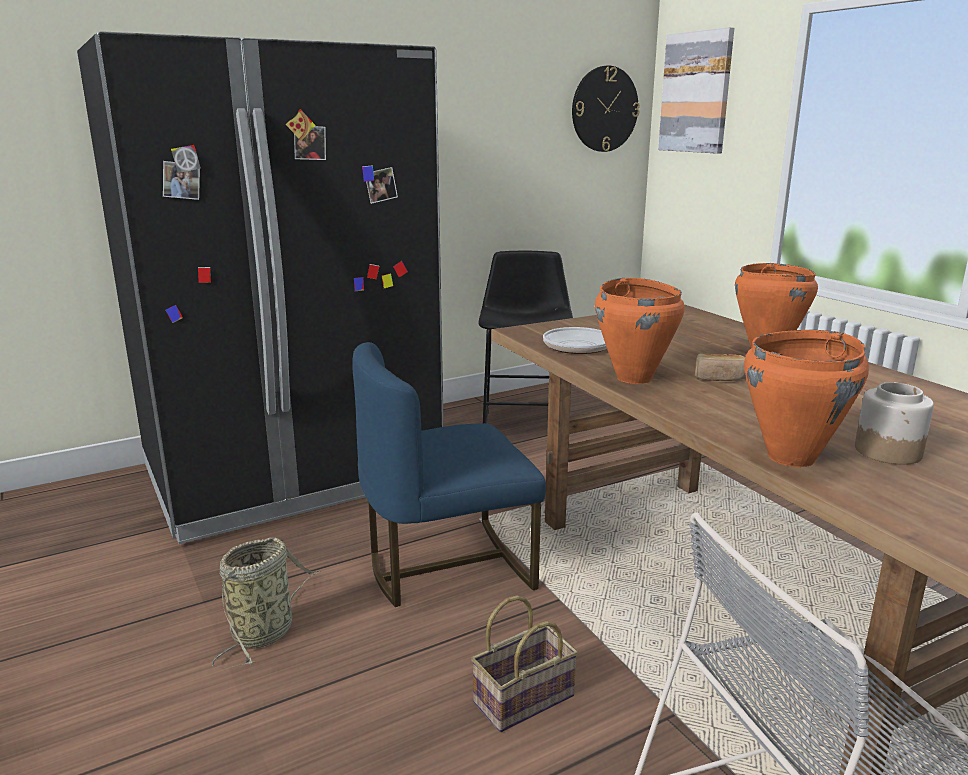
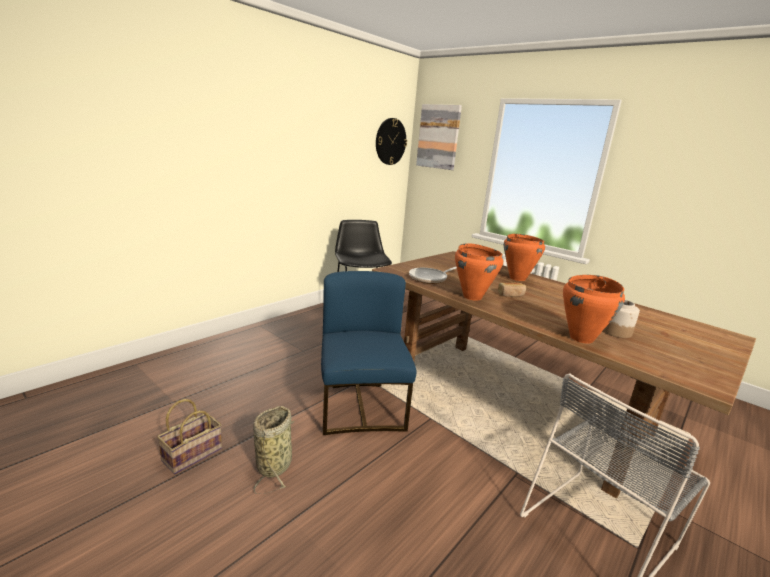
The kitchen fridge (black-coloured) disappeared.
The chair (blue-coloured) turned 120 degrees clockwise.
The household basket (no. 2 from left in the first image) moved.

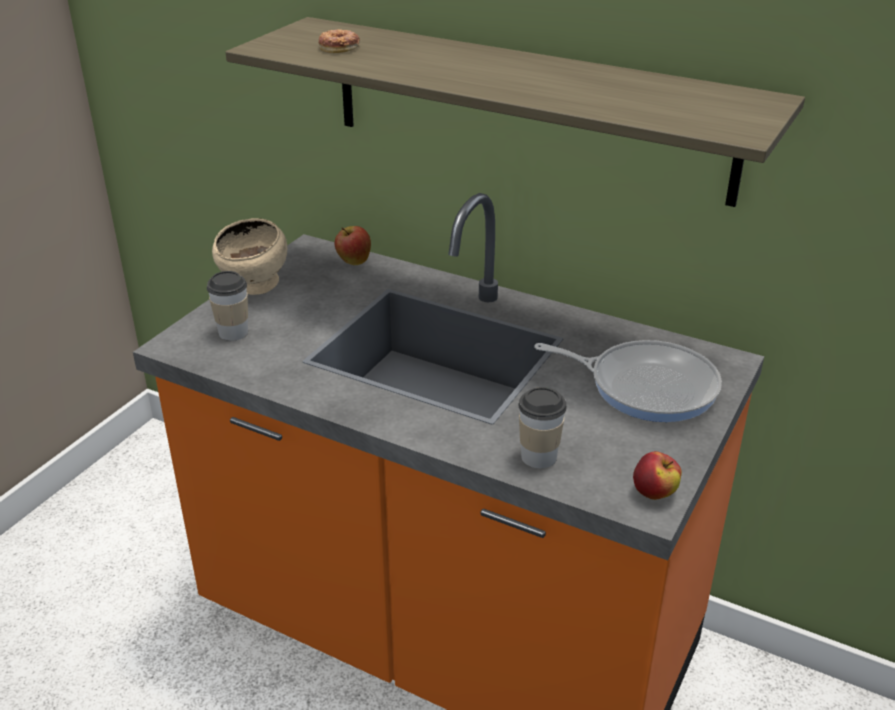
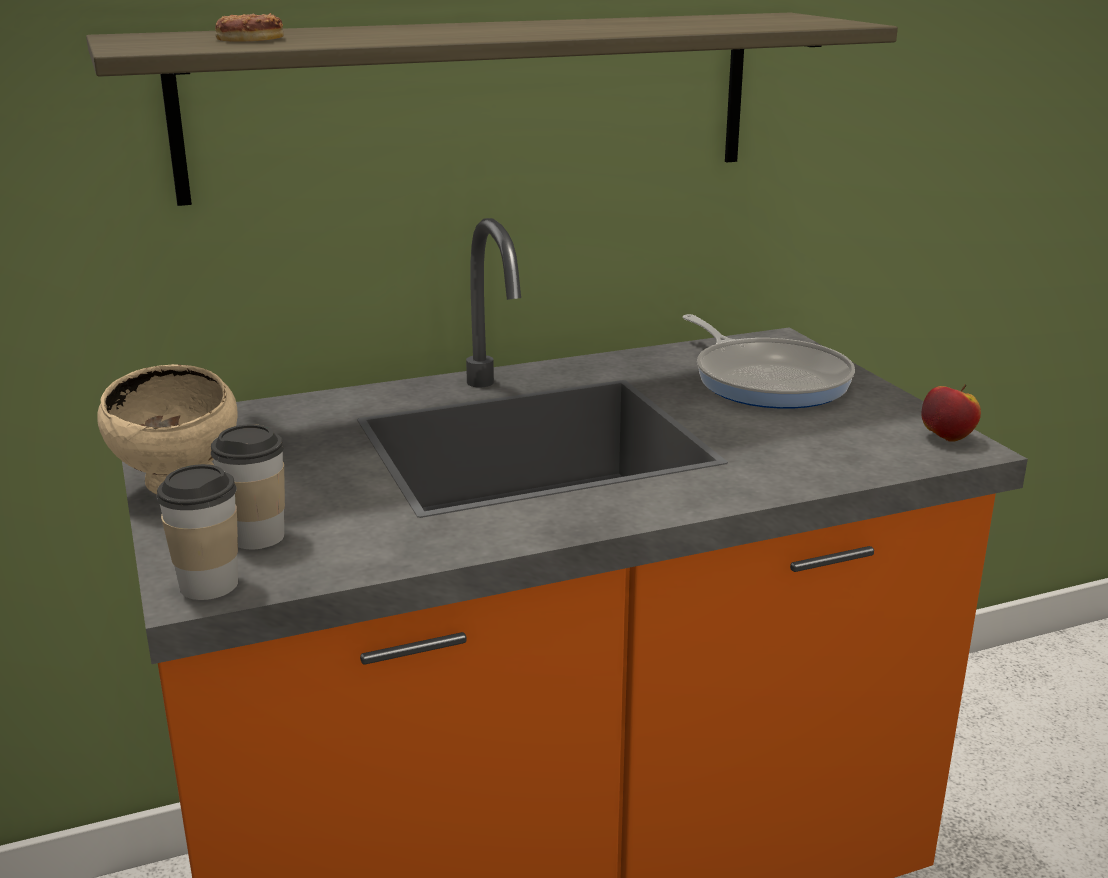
The whole apple (no. 1 from left) disappeared.
The cup (no. 2 from left in the first image) moved.
The skillet turned 90 degrees clockwise.

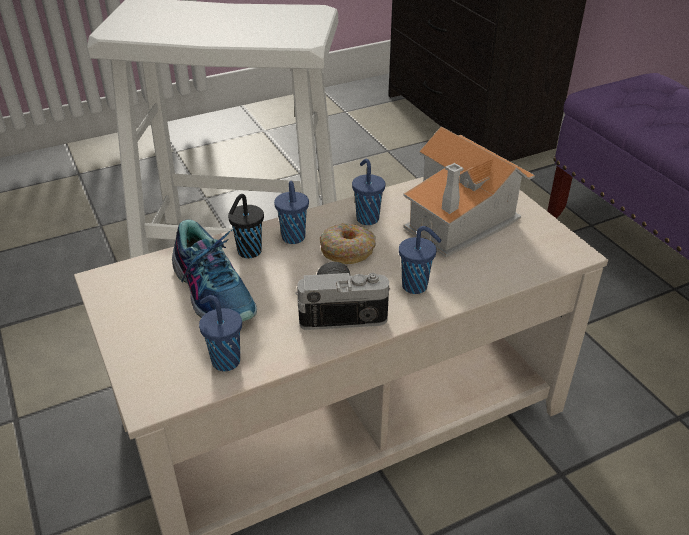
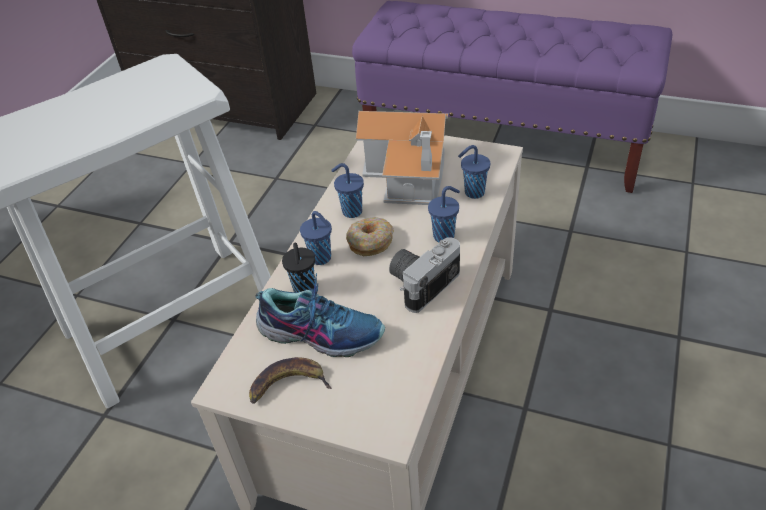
The cup (blue-coloured) (no. 1 from left in the first image) moved.
The banana fruit appeared.

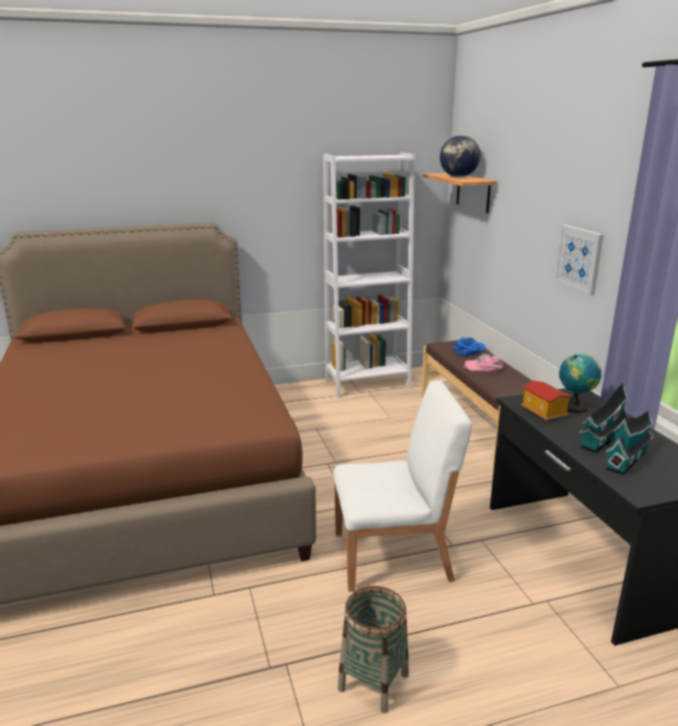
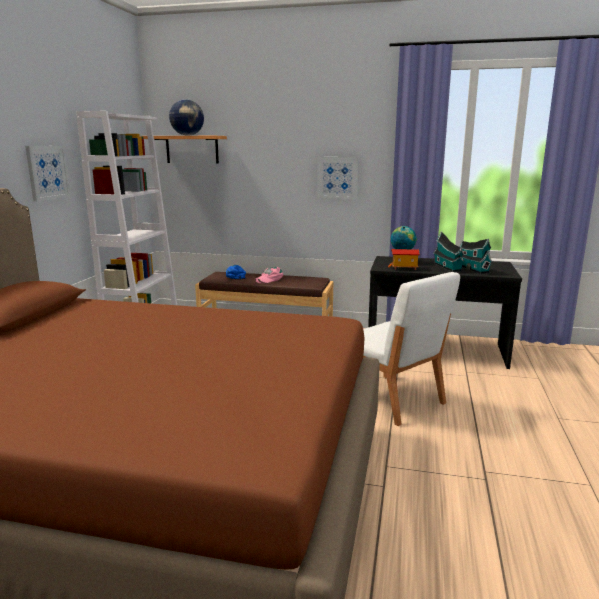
The chair (white-coloured) turned 120 degrees clockwise.
The household basket disappeared.
The wall art (no. 1 from left) appeared.

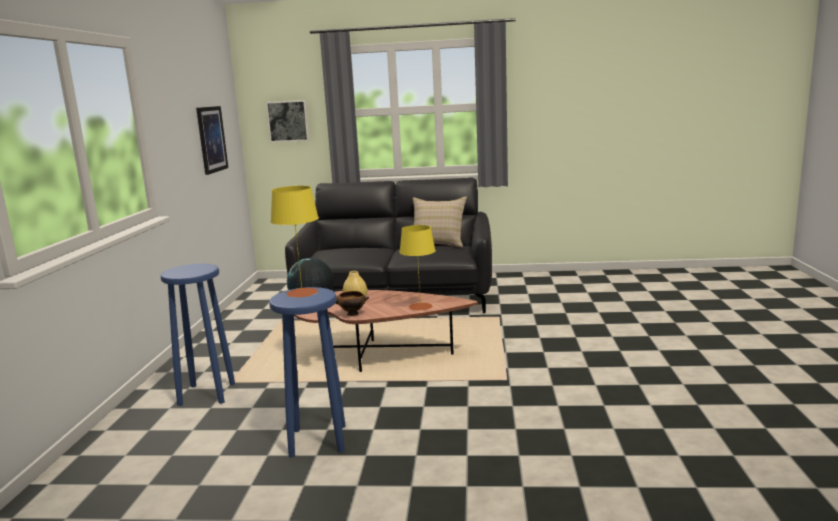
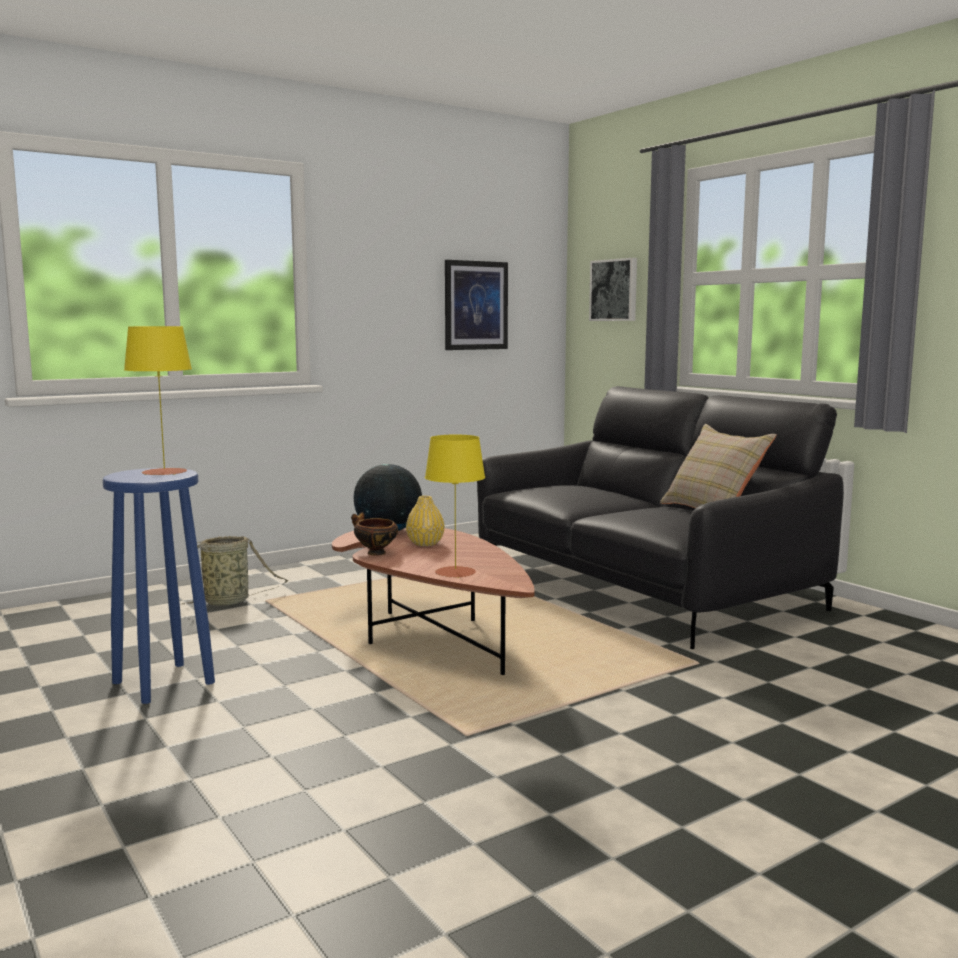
The sitting stool (blue-coloured) (no. 1 from left) was replaced by the household basket.

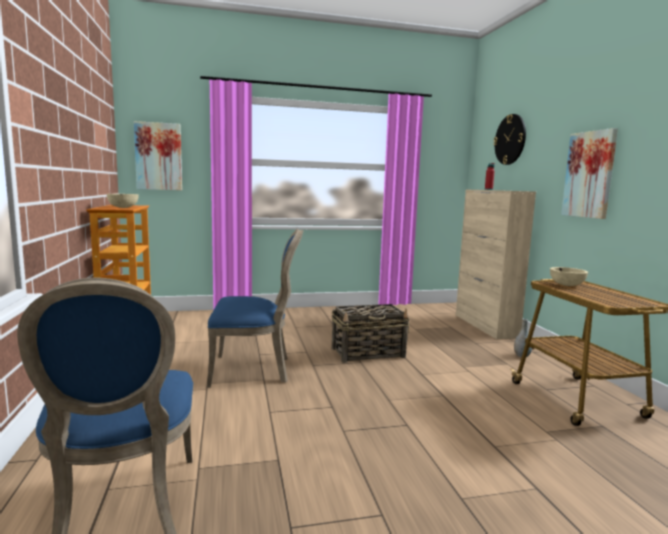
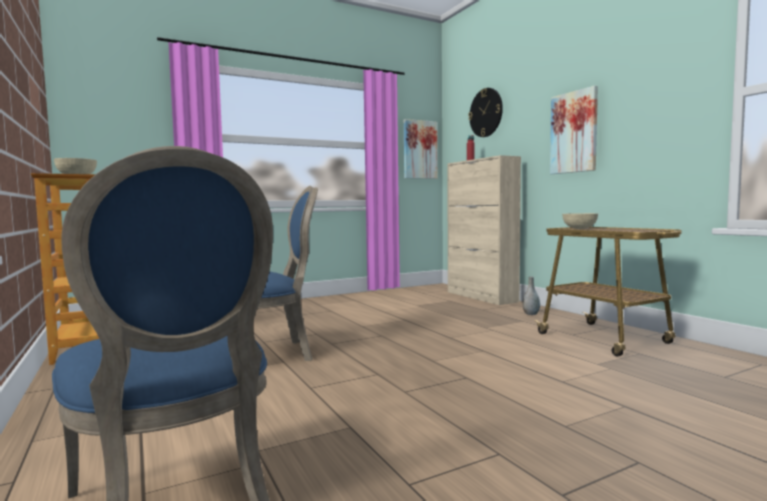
The wall art (no. 1 from left) moved.
The household basket disappeared.

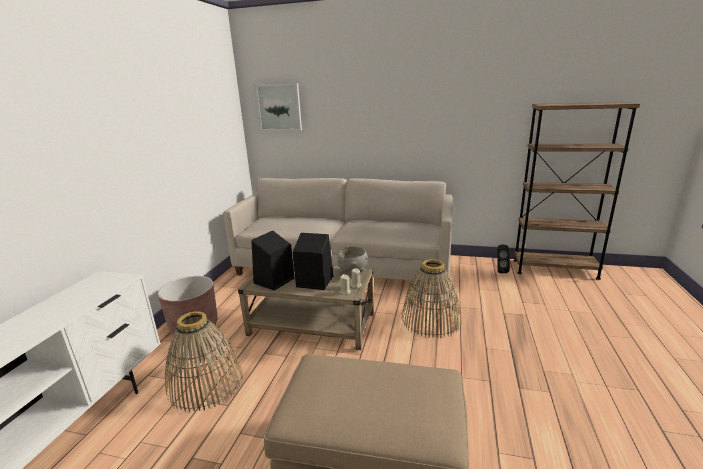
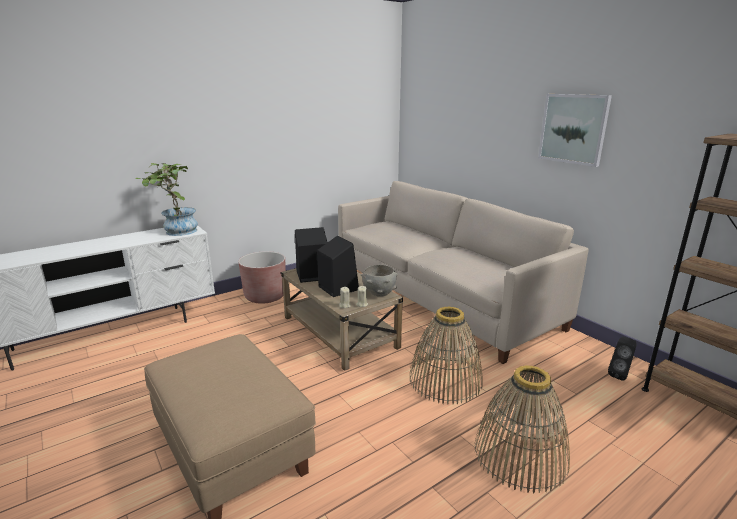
The household basket (no. 1 from left in the first image) moved.
The wall art moved.
The plant in a pot appeared.

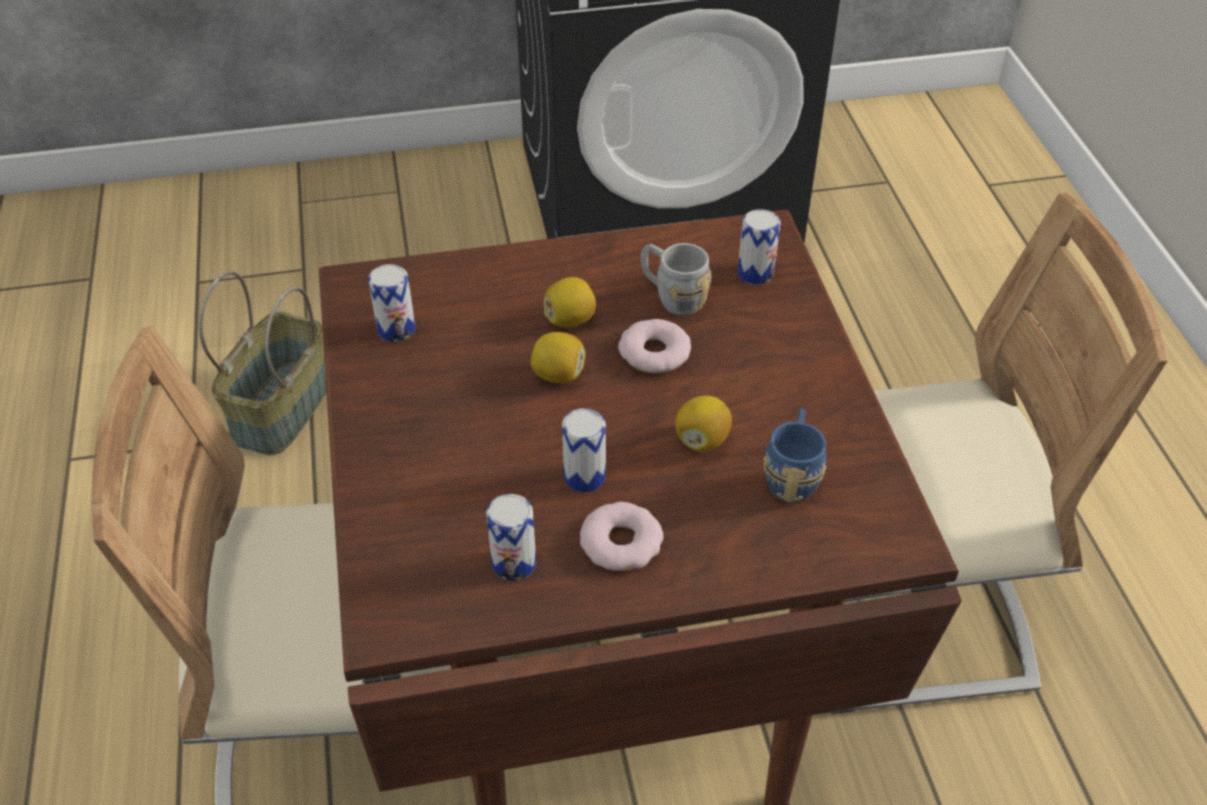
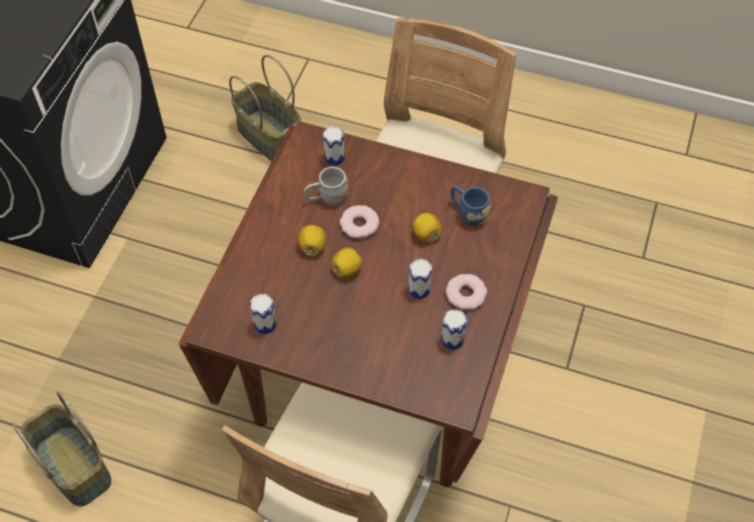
The household basket (no. 2 from left) appeared.

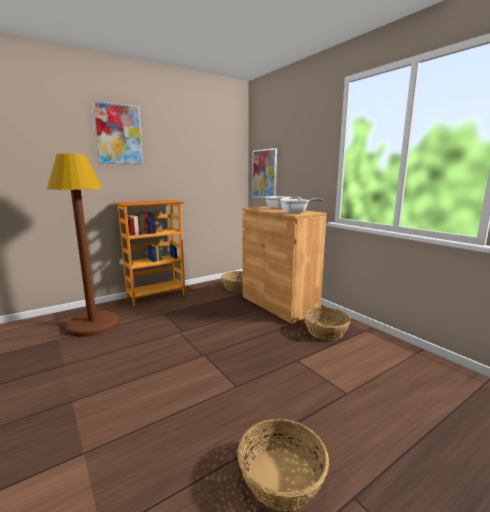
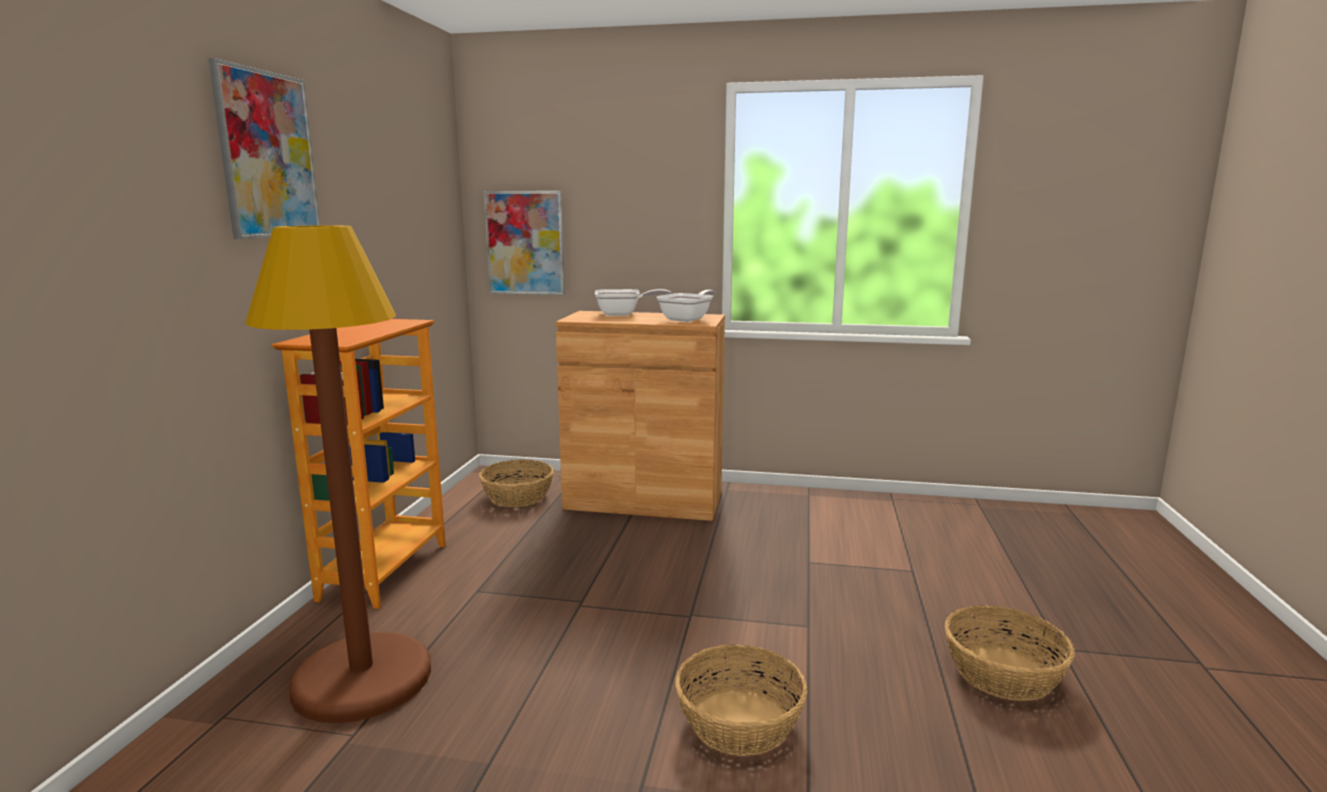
The household basket (no. 3 from left in the first image) moved.

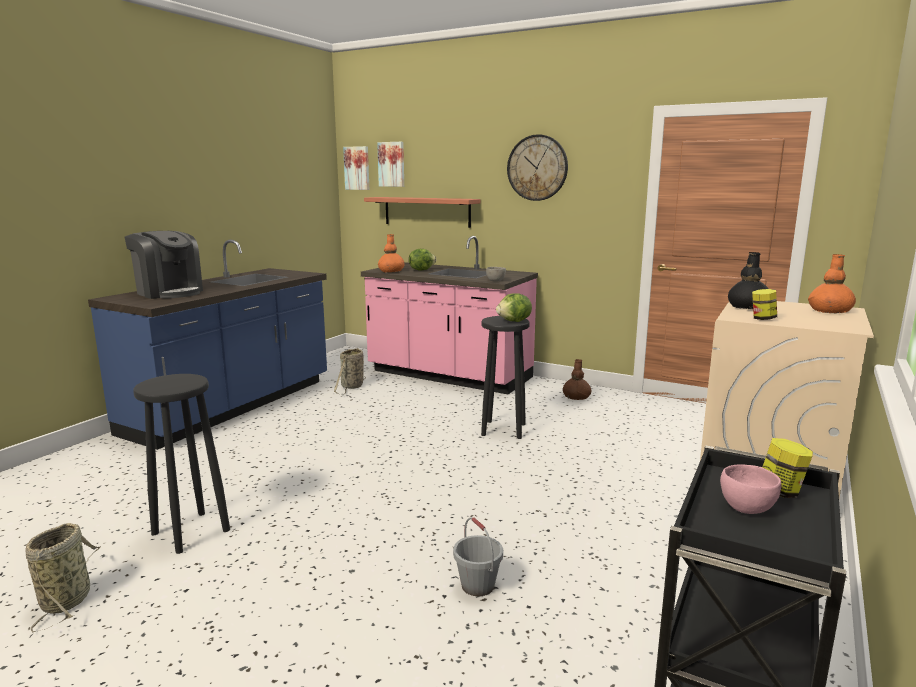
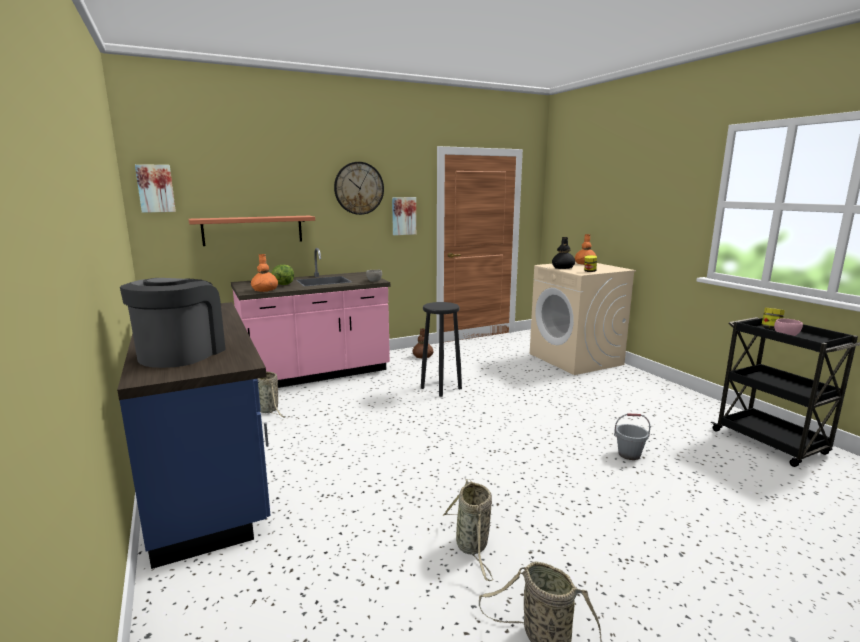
The coffee brewer turned 60 degrees counterclockwise.
The sitting stool (black-coloured) (no. 1 from left) was replaced by the household basket (no. 2 from left).
The wall art (no. 2 from left) moved.
The head of lettuce (no. 2 from left) disappeared.

